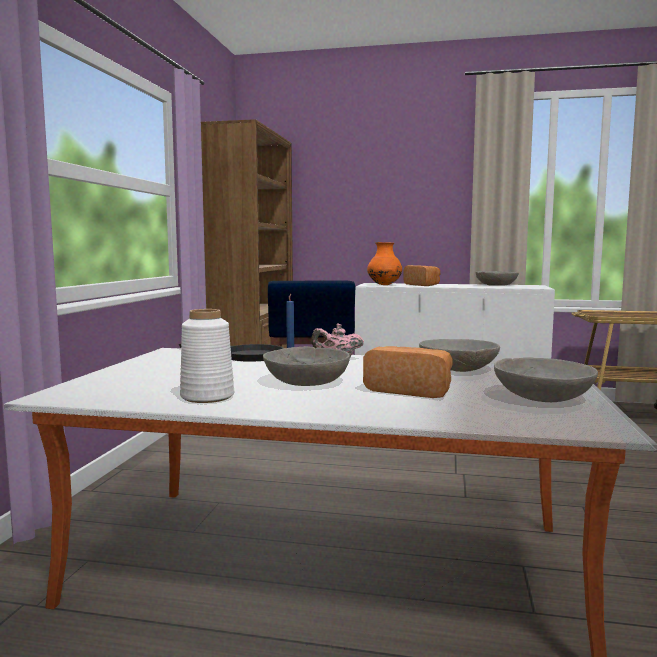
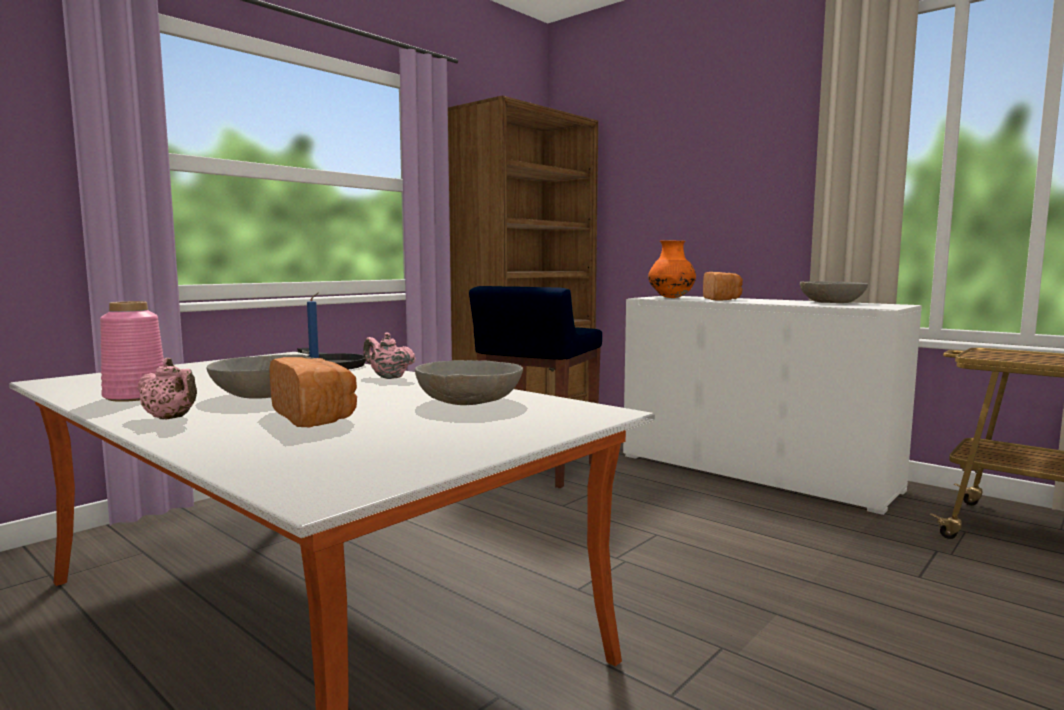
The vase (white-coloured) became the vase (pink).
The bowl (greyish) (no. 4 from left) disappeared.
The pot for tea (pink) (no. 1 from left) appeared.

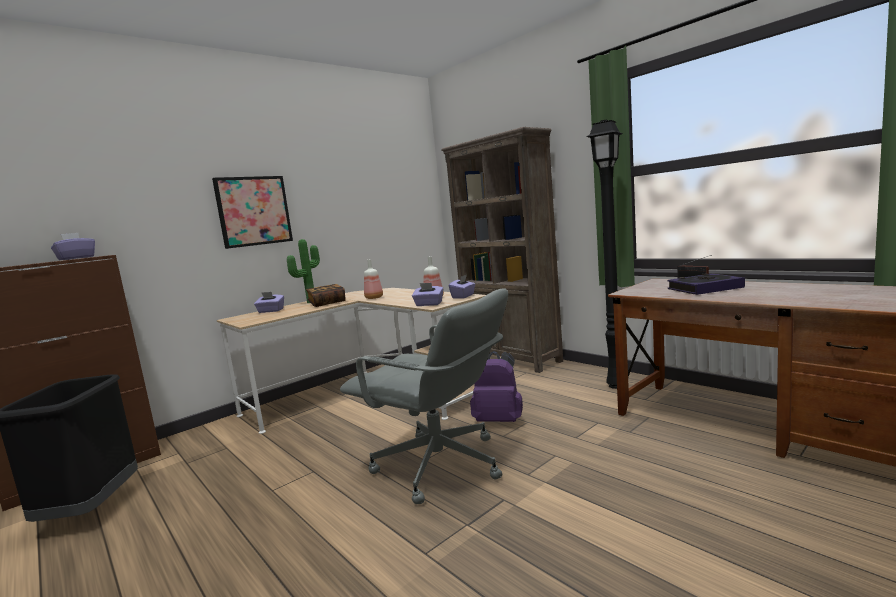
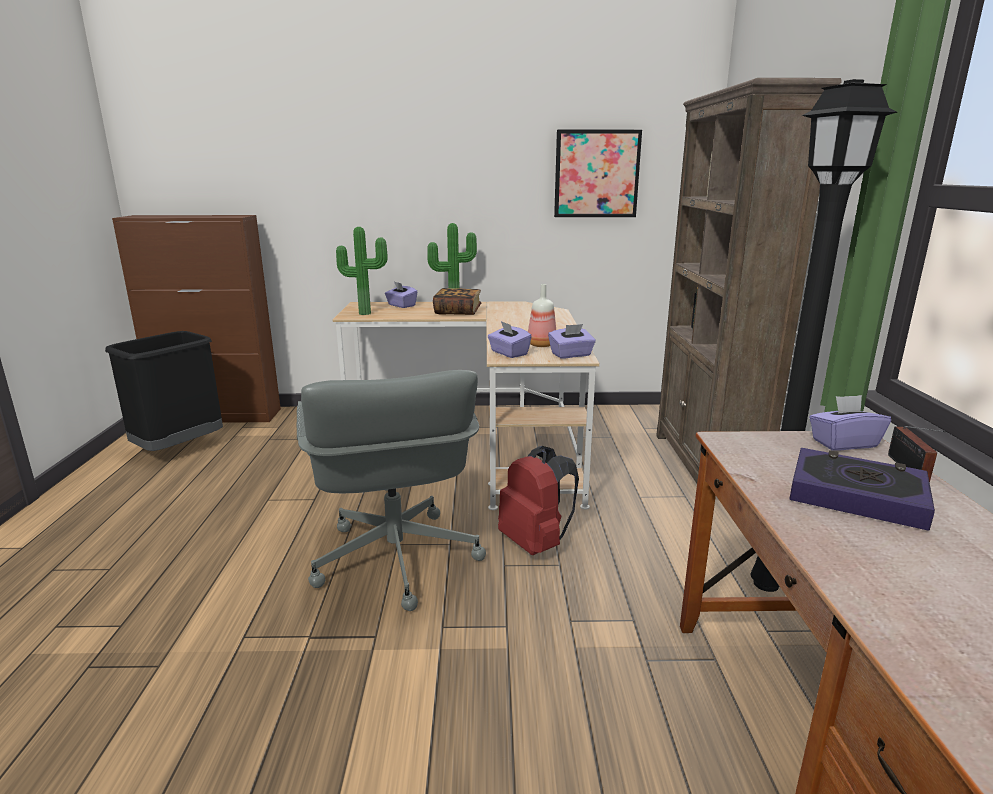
The tissue holder (purple-coloured) (no. 1 from left in the first image) moved.
The wall art moved.
The bottle (no. 1 from left) disappeared.
The knapsack (purple-coloured) became the knapsack (red-coloured).
The plant in a pot (no. 1 from left) appeared.

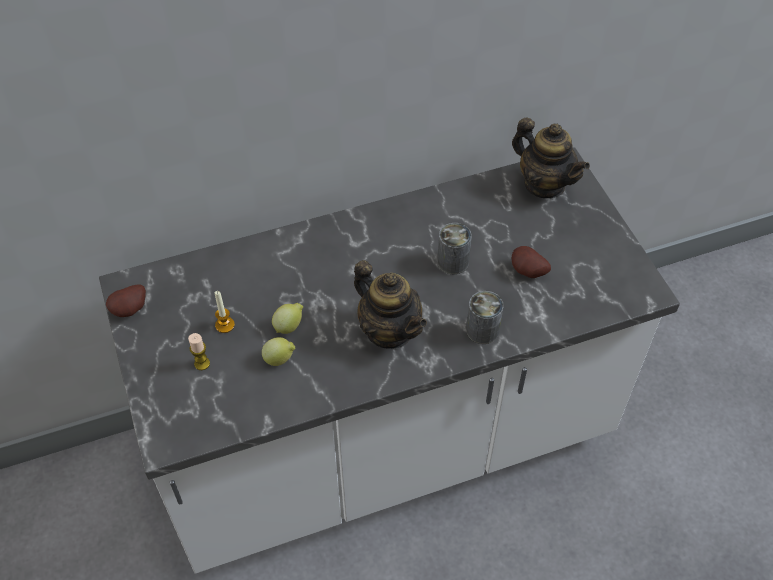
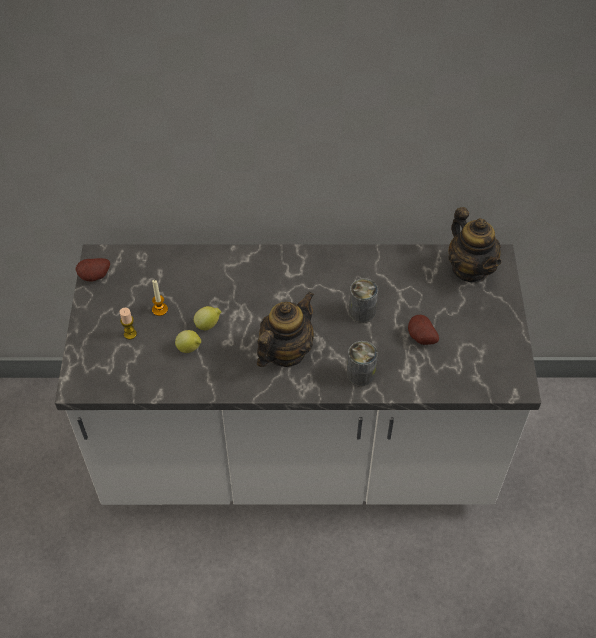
The pot for tea (no. 1 from left) turned 120 degrees counterclockwise.

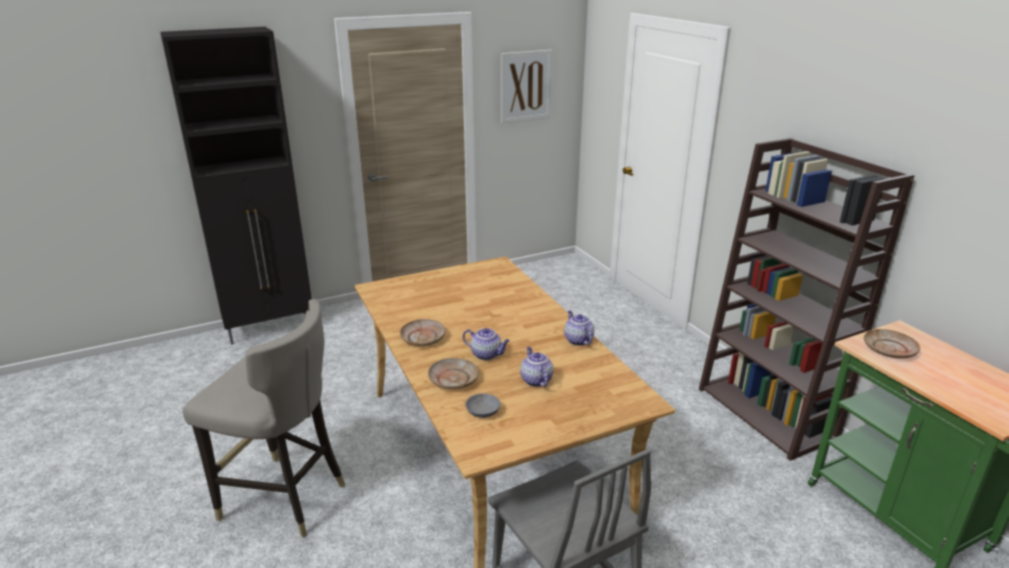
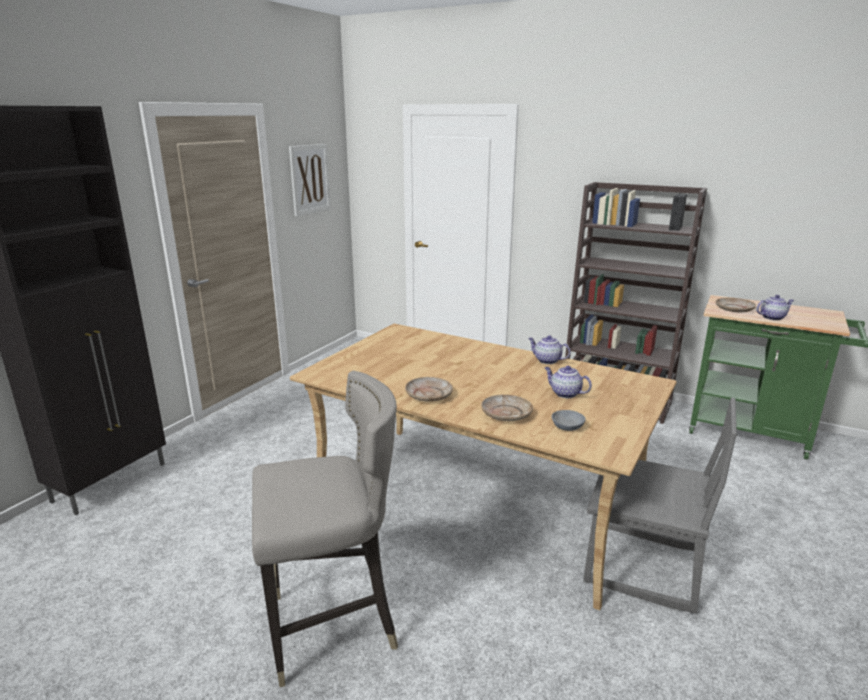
The pot for tea (no. 1 from left in the first image) moved.

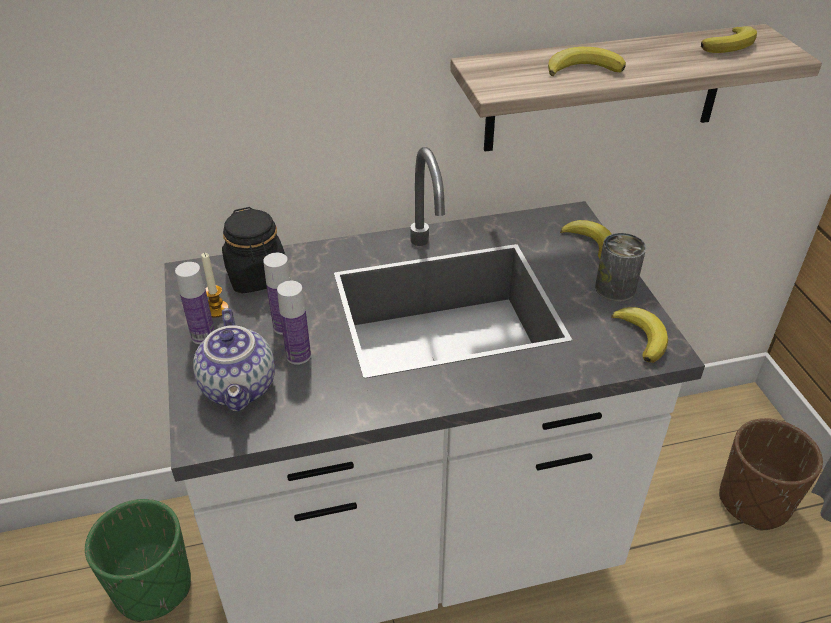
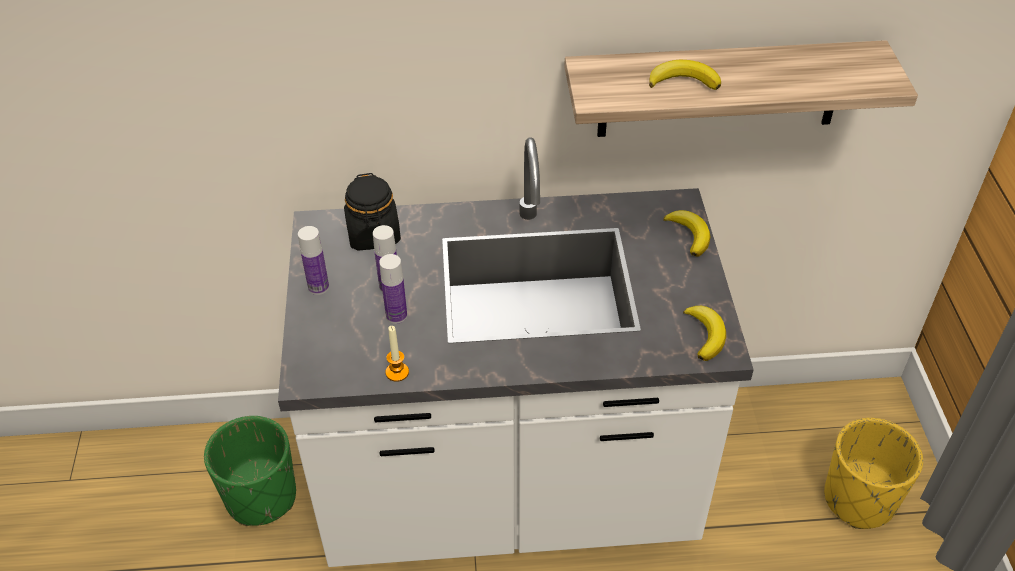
The pot for tea disappeared.
The wax candle moved.
The sealed can disappeared.
The banana fruit (no. 4 from left) disappeared.
The flower pot (brownish) became the flower pot (yellow).

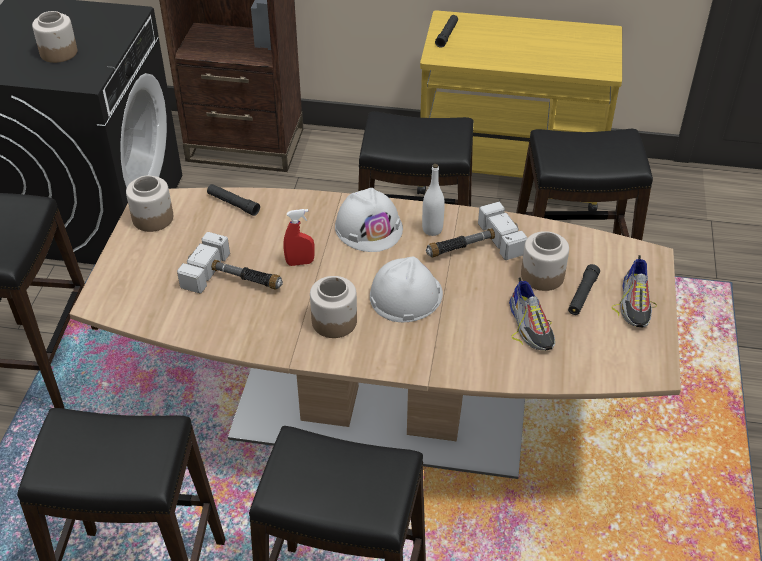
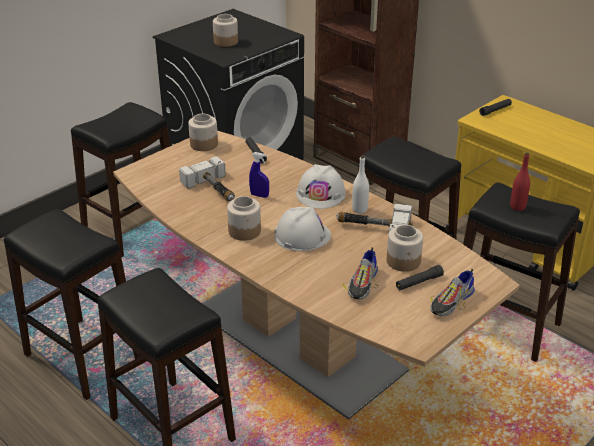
The spray bottle (red-coloured) became the spray bottle (blue-coloured).
The bottle (red-coloured) appeared.

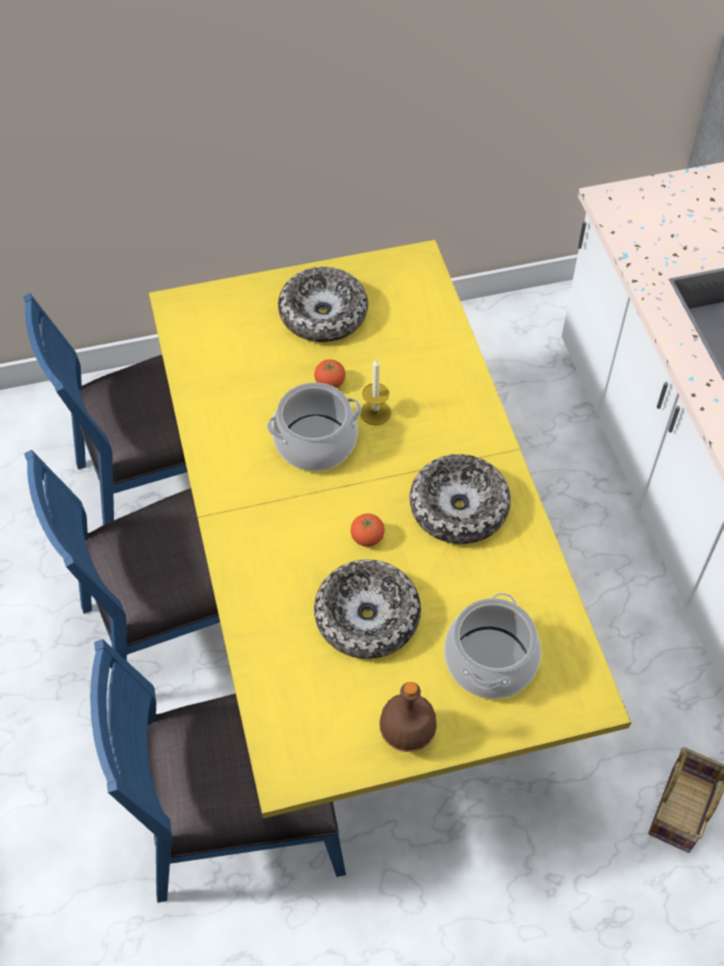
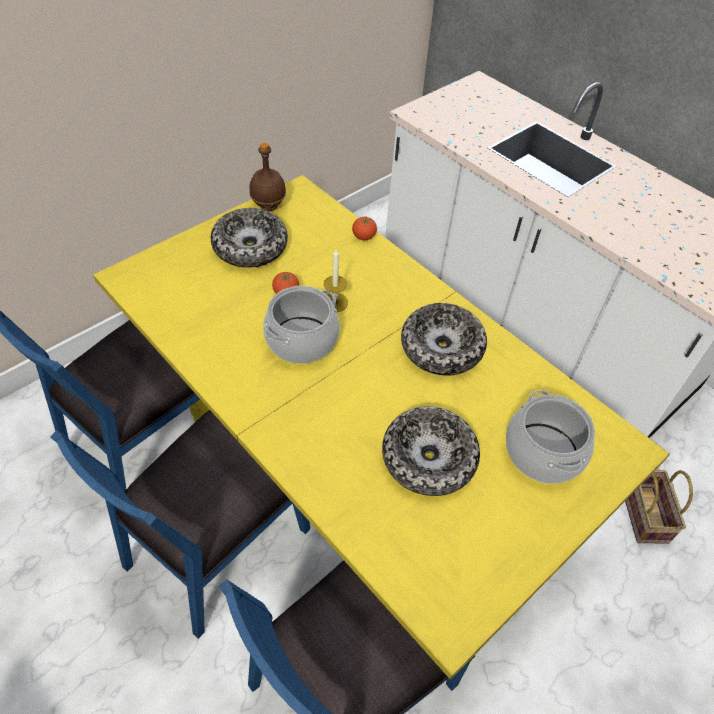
The whole tomato (no. 2 from left) moved.
The bottle (brownish) moved.

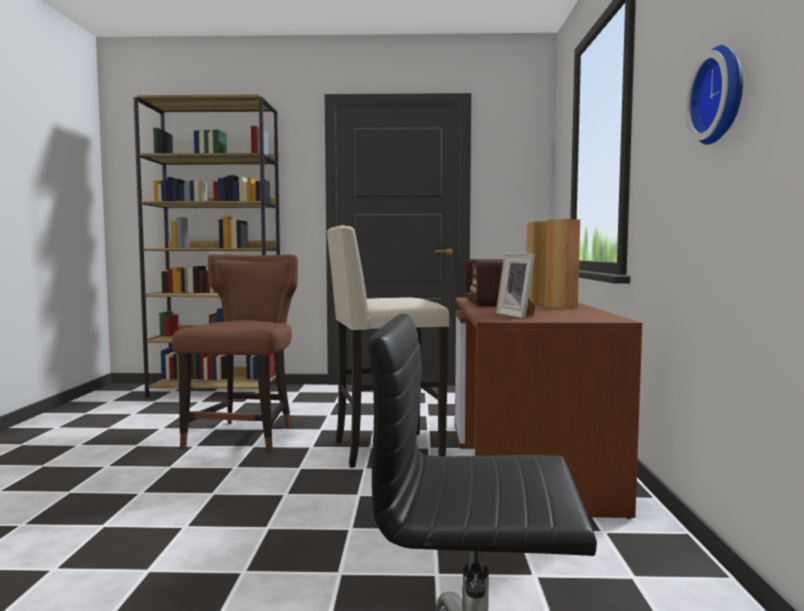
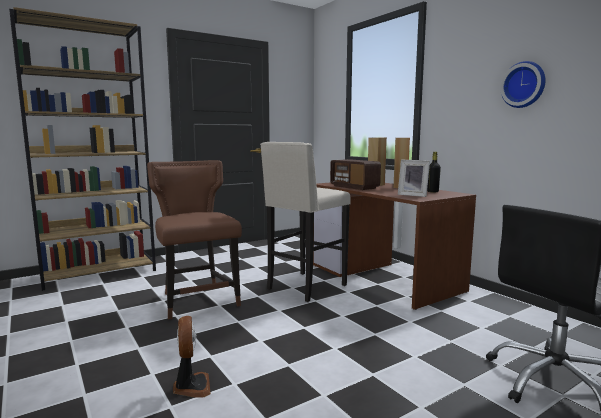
The electric fan appeared.
The bottle (black-coloured) appeared.

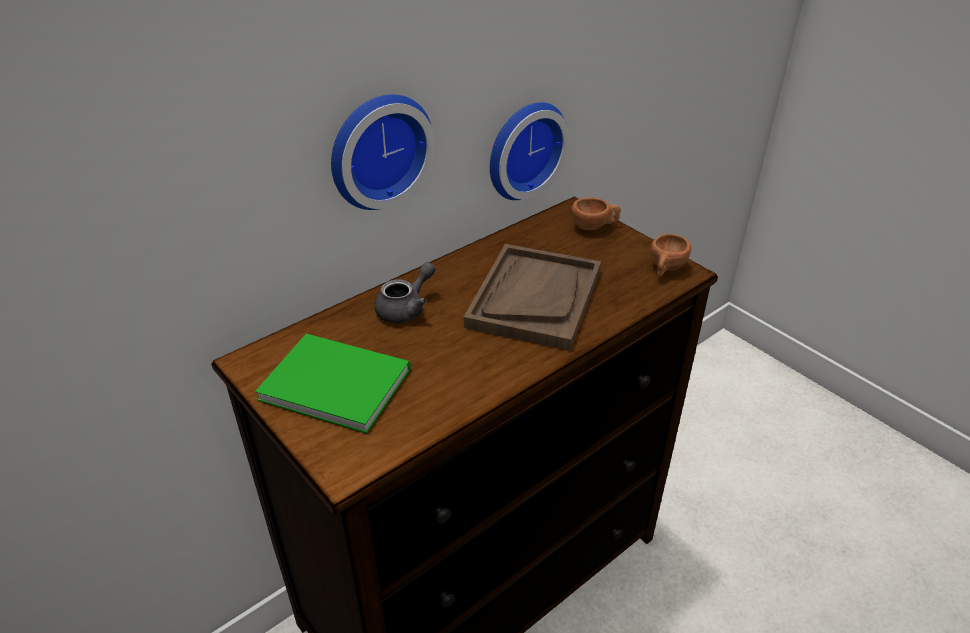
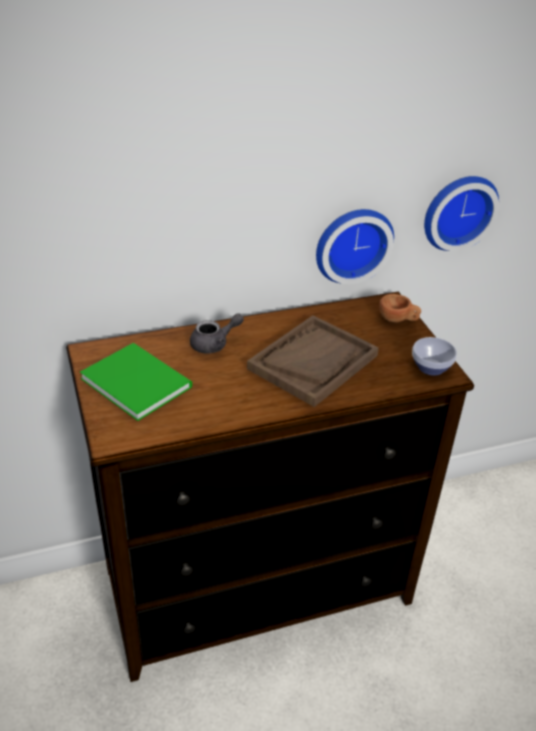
The hanging clock (no. 1 from left in the first image) moved.
The cup (brownish) (no. 2 from left) was replaced by the bowl.

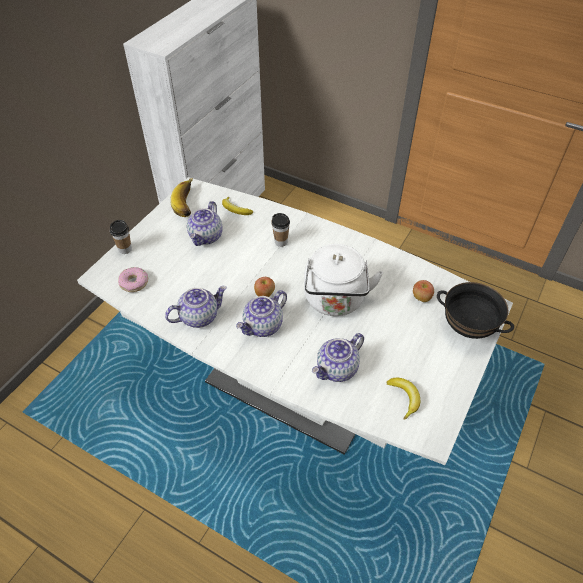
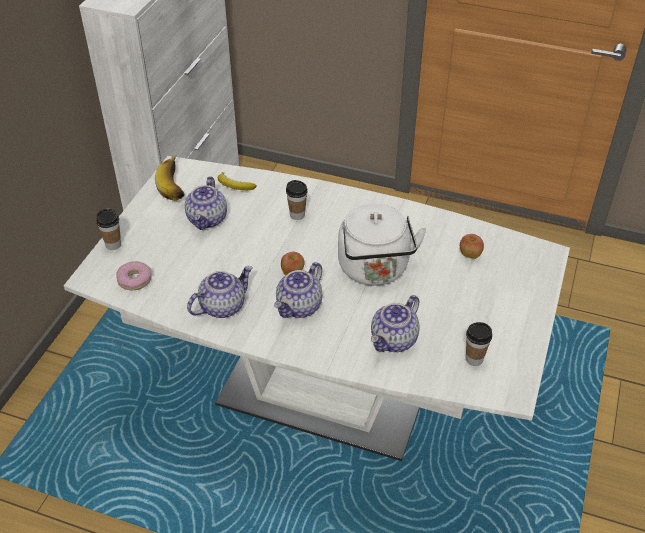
The banana fruit (no. 3 from left) was replaced by the cup (no. 3 from left).
The bowl (black-coloured) disappeared.

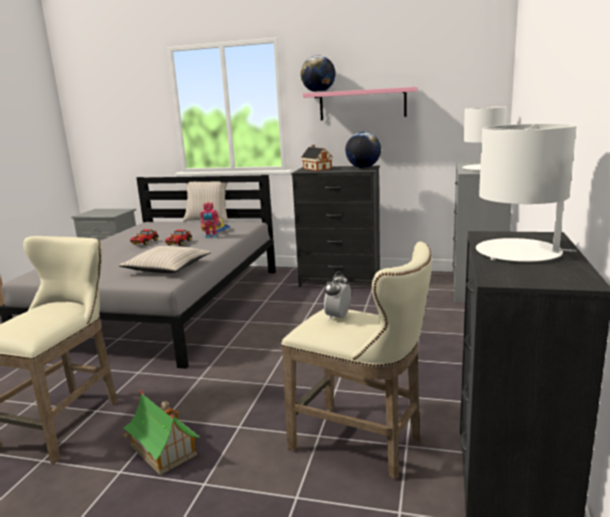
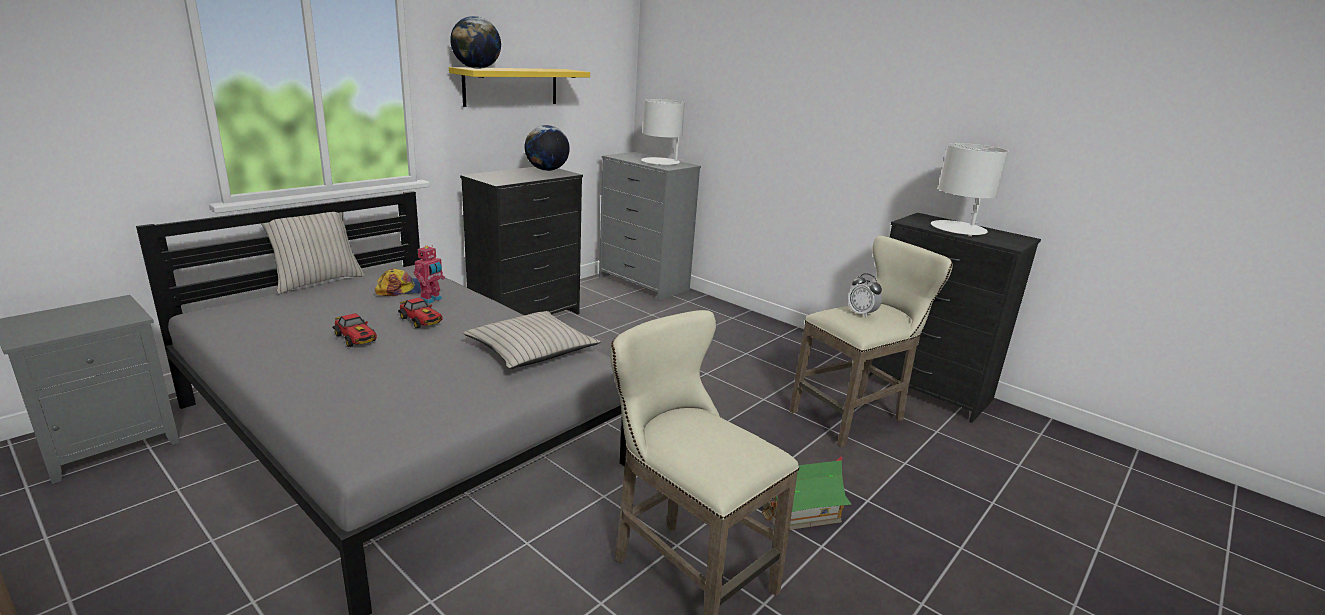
The miniature house (no. 2 from left) disappeared.
The bracket shelf (pink) became the bracket shelf (yellow).

